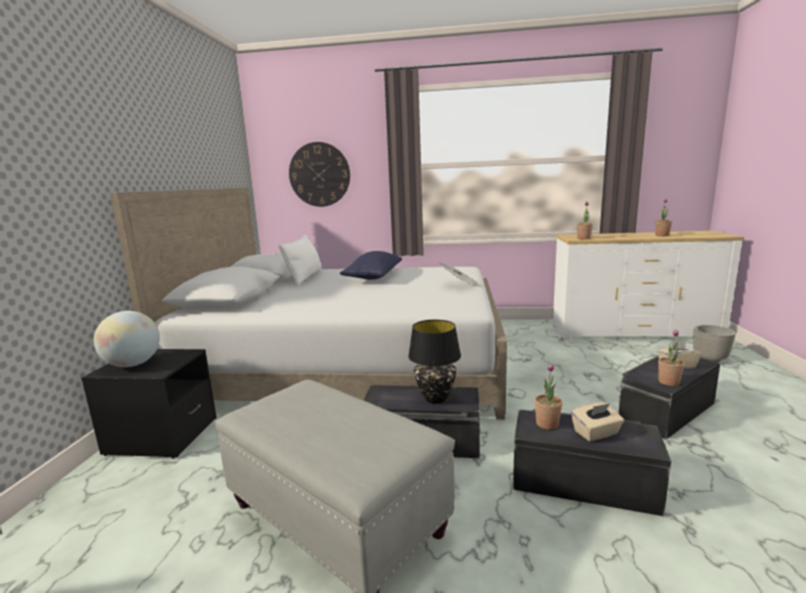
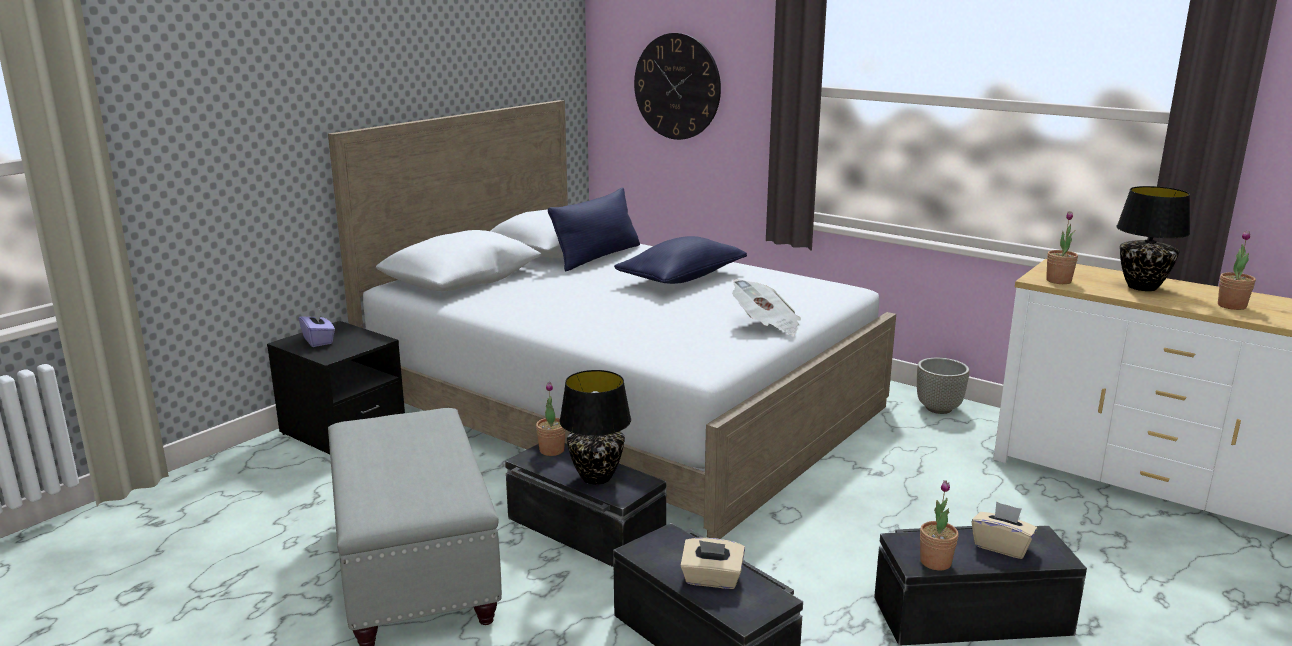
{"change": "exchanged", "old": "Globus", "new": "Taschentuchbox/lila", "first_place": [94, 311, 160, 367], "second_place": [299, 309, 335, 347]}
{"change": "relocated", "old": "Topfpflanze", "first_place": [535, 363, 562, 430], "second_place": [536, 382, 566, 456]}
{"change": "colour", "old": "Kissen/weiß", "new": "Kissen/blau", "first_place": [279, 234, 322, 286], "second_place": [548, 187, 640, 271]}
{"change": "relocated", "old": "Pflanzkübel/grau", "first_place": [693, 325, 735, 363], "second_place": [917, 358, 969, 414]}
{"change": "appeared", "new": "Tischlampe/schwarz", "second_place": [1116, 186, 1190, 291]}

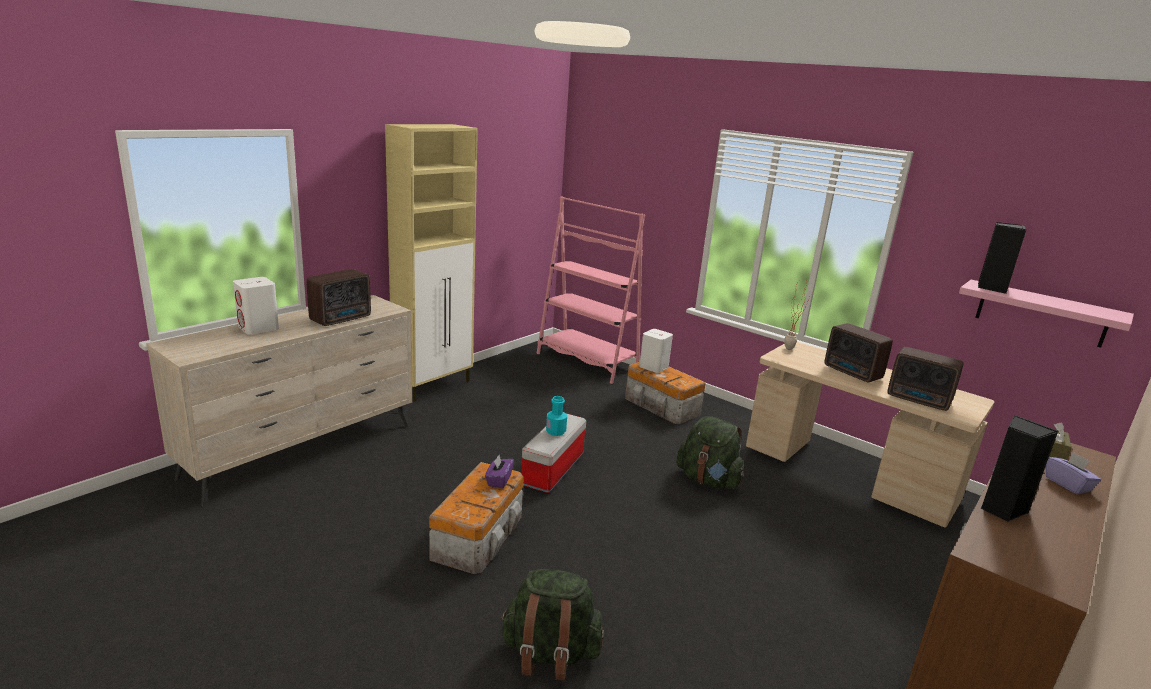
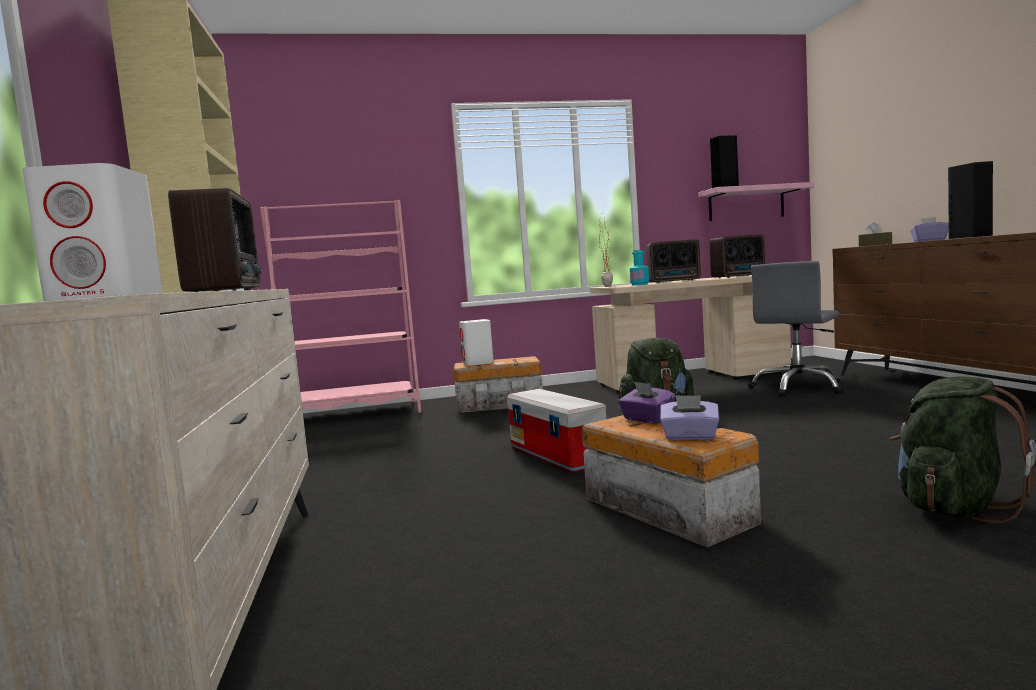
{"change": "relocated", "old": "Flasche/türkis", "first_place": [546, 396, 567, 436], "second_place": [630, 250, 649, 285]}
{"change": "appeared", "new": "Taschentuchbox/lila", "second_place": [660, 395, 719, 440]}
{"change": "appeared", "new": "Bürostuhl/grau", "second_place": [749, 261, 843, 397]}

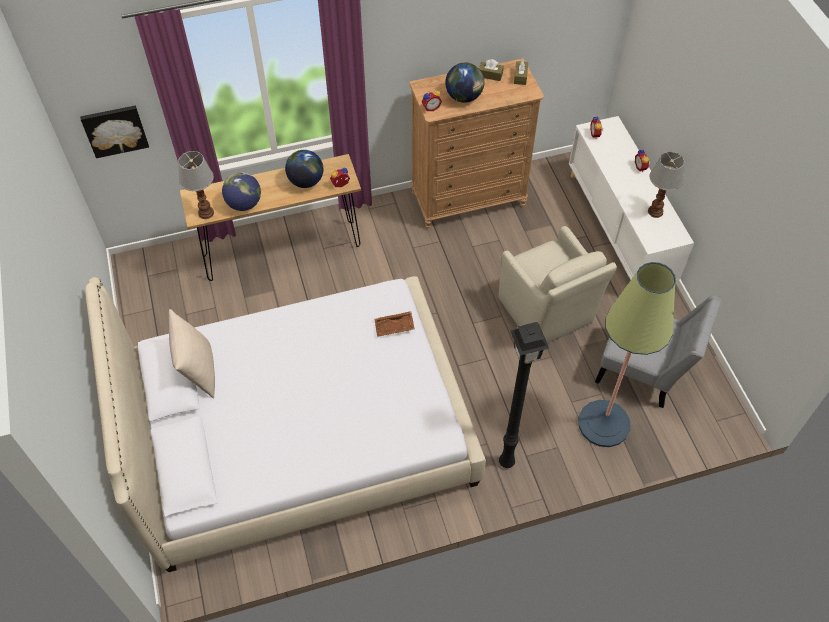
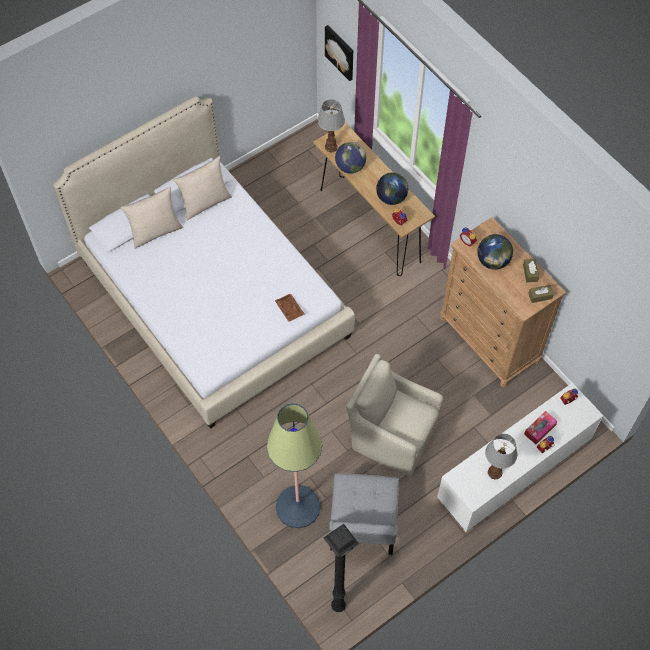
{"change": "appeared", "new": "Kissen/beige", "second_place": [120, 186, 184, 249]}
{"change": "relocated", "old": "Stehlampe/schwarz", "first_place": [499, 322, 549, 468], "second_place": [324, 524, 359, 612]}
{"change": "spun", "old": "Sessel/beige", "first_place": [499, 226, 617, 343], "second_place": [346, 354, 443, 476], "degrees": 75}
{"change": "appeared", "new": "Taschentuchbox", "second_place": [524, 411, 558, 444]}

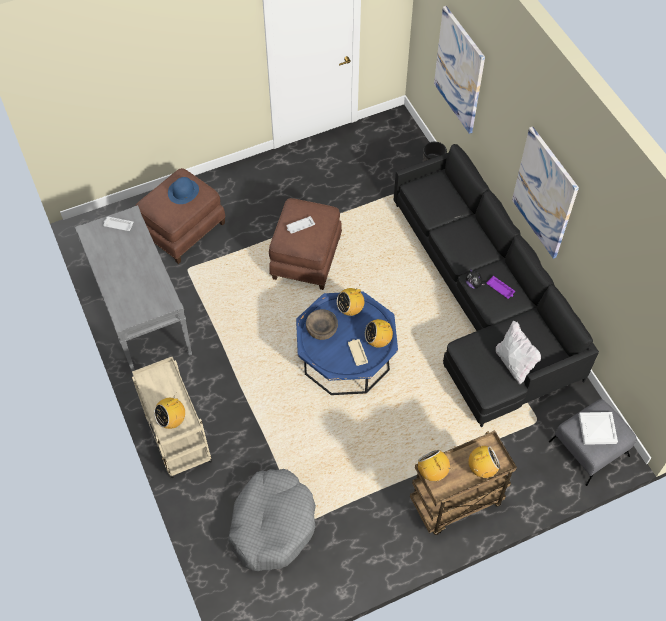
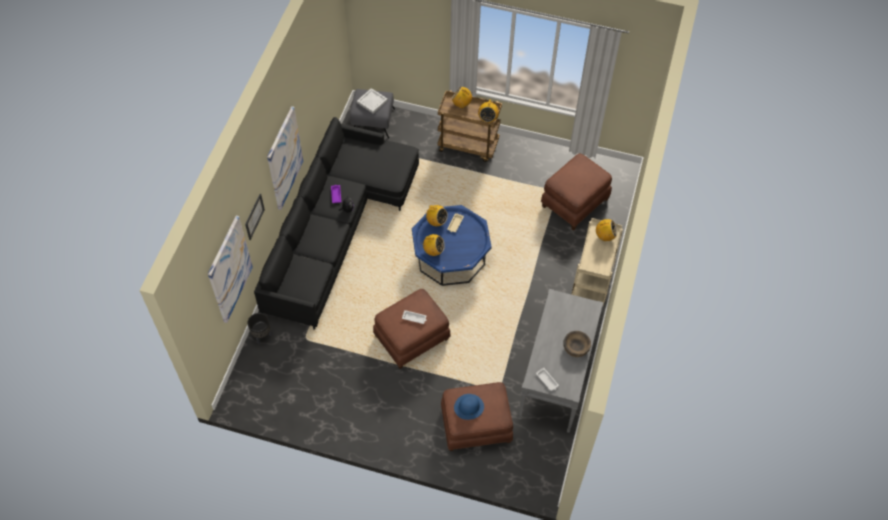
{"change": "appeared", "new": "Bild", "second_place": [245, 194, 265, 240]}
{"change": "exchanged", "old": "Hundebett/grau", "new": "Polsterhocker/braun", "first_place": [228, 469, 316, 571], "second_place": [541, 153, 612, 231]}
{"change": "relocated", "old": "Schüssel/braun", "first_place": [306, 309, 338, 340], "second_place": [564, 331, 591, 357]}
{"change": "missing", "old": "Kissen/weiß", "first_place": [496, 321, 541, 384]}

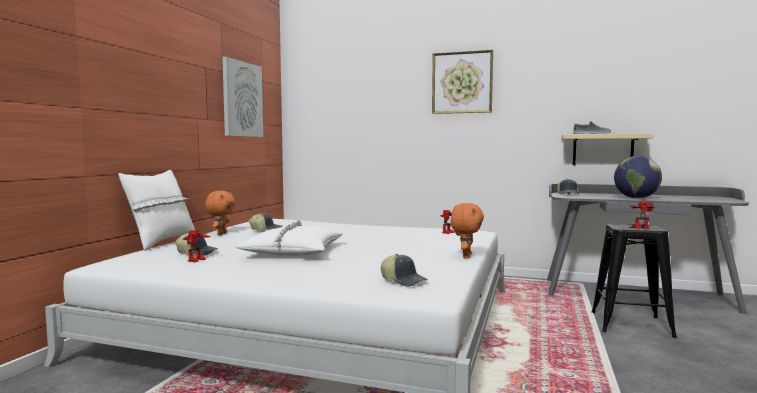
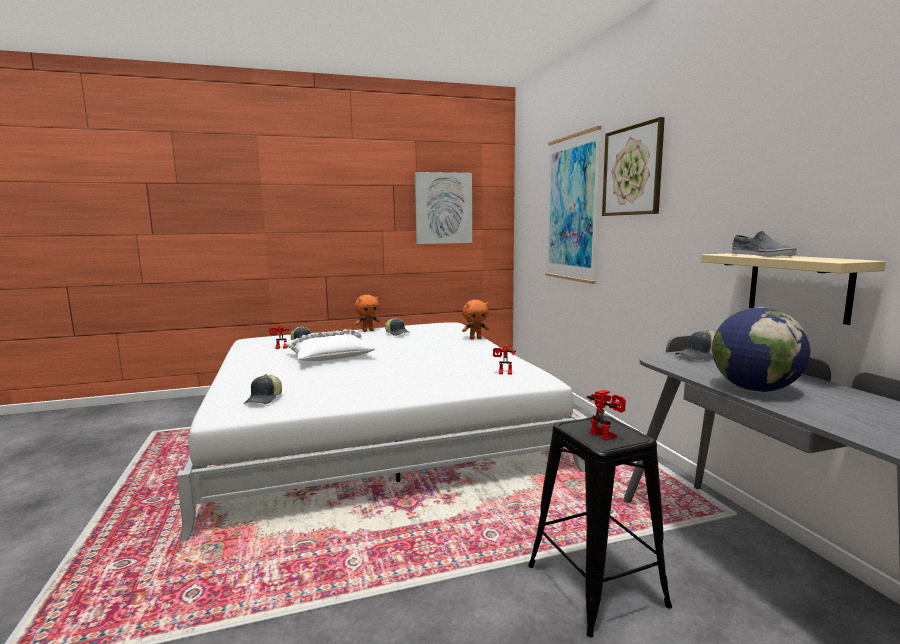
{"change": "relocated", "old": "Plüschtier/orange", "first_place": [451, 203, 484, 259], "second_place": [462, 300, 489, 340]}
{"change": "appeared", "new": "Bild", "second_place": [545, 126, 601, 284]}
{"change": "missing", "old": "Kissen/weiß", "first_place": [119, 170, 195, 251]}

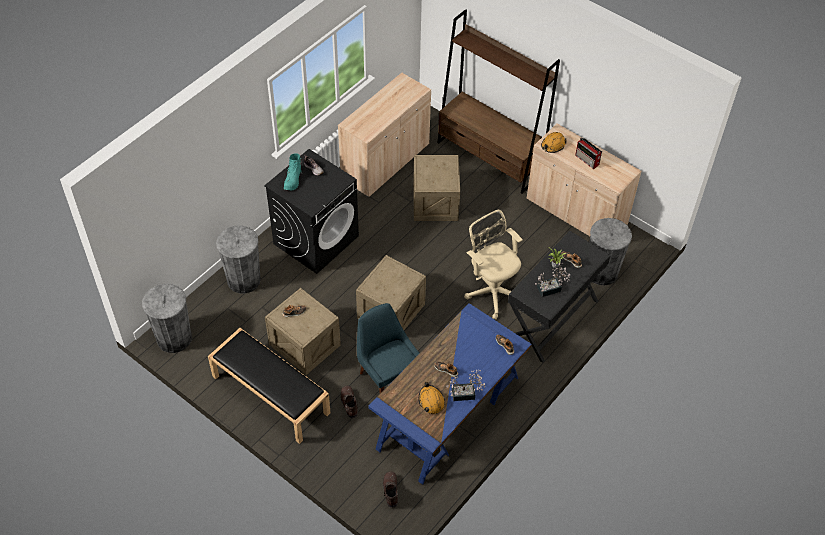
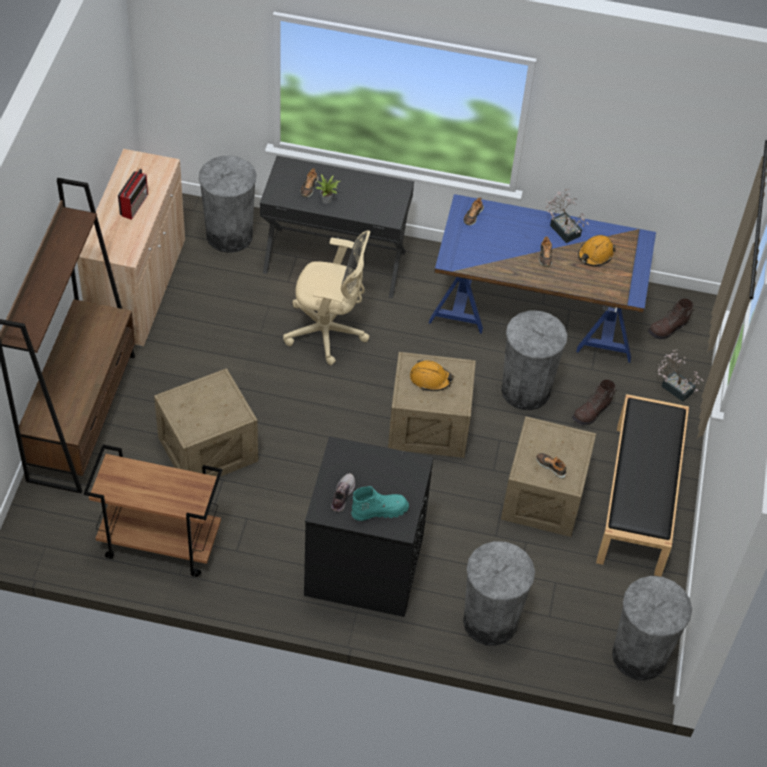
{"change": "exchanged", "old": "Schrank/beige", "new": "Rollwagen/braun", "first_place": [338, 73, 431, 197], "second_place": [84, 445, 222, 577]}
{"change": "spun", "old": "Bürostuhl/beige", "first_place": [464, 210, 523, 320], "second_place": [283, 230, 370, 365], "degrees": -105}
{"change": "relocated", "old": "Schutzhelm/orange", "first_place": [541, 132, 567, 153], "second_place": [410, 359, 454, 391]}
{"change": "exchanged", "old": "Stuhl/blau", "new": "Mülleimer/grau", "first_place": [357, 303, 420, 393], "second_place": [501, 311, 567, 410]}
{"change": "relocated", "old": "Topfpflanze", "first_place": [535, 263, 570, 297], "second_place": [658, 349, 703, 402]}

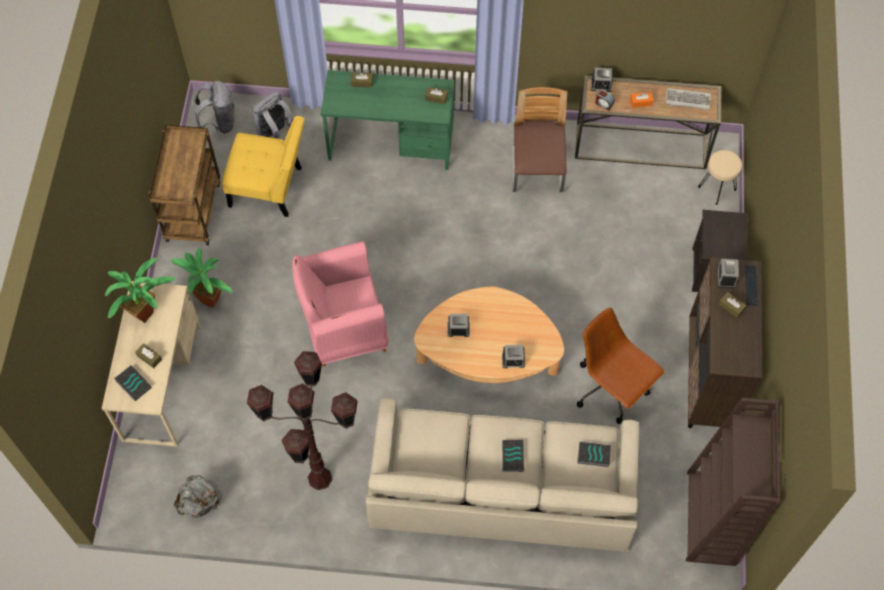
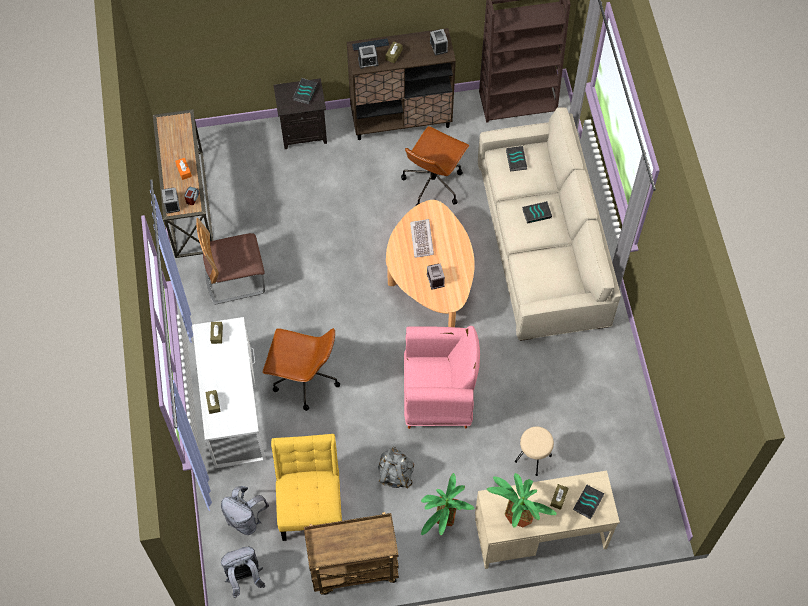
{"change": "colour", "old": "Schreibtisch/grün", "new": "Schreibtisch/weiß", "first_place": [321, 70, 454, 170], "second_place": [192, 317, 266, 468]}
{"change": "appeared", "new": "Bürostuhl/braun", "second_place": [262, 328, 340, 411]}
{"change": "appeared", "new": "Buch", "second_place": [293, 78, 317, 104]}
{"change": "relocated", "old": "Rucksack/grau", "first_place": [174, 475, 222, 518], "second_place": [378, 446, 414, 489]}
{"change": "spun", "old": "Sessel/rosa", "first_place": [292, 241, 389, 367], "second_place": [404, 326, 480, 429], "degrees": -60}
{"change": "relocated", "old": "Tastatur", "first_place": [665, 88, 711, 110], "second_place": [410, 219, 434, 258]}
{"change": "relocated", "old": "Wecker", "first_place": [502, 345, 525, 368], "second_place": [430, 29, 448, 55]}
{"change": "relocated", "old": "Hocker/beige", "first_place": [698, 150, 742, 205], "second_place": [515, 427, 554, 476]}
{"change": "missing", "old": "Stehlampe/braun", "first_place": [247, 351, 358, 490]}

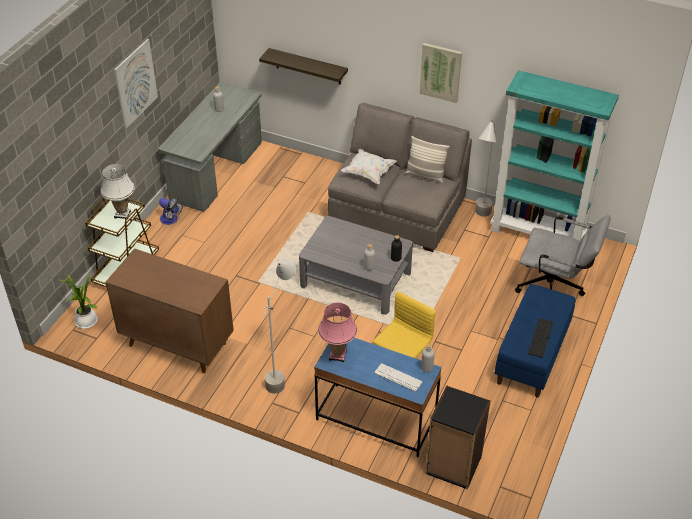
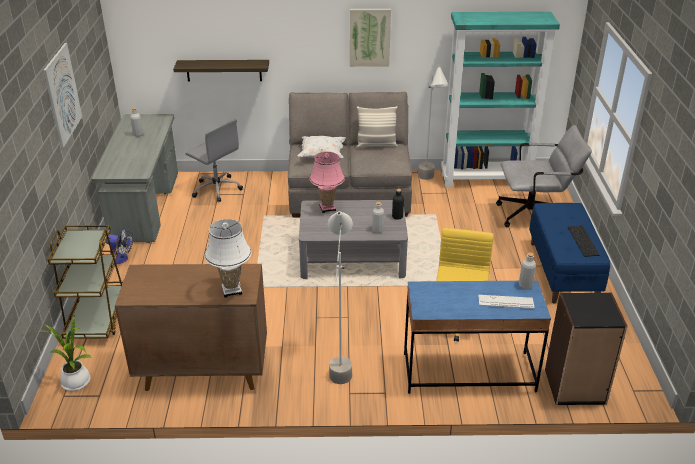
{"change": "appeared", "new": "Bürostuhl/grau", "second_place": [186, 119, 243, 202]}
{"change": "relocated", "old": "Tischlampe/weiß", "first_place": [101, 164, 135, 219], "second_place": [204, 219, 251, 298]}
{"change": "relocated", "old": "Tischlampe/rosa", "first_place": [318, 303, 357, 362], "second_place": [309, 152, 345, 213]}

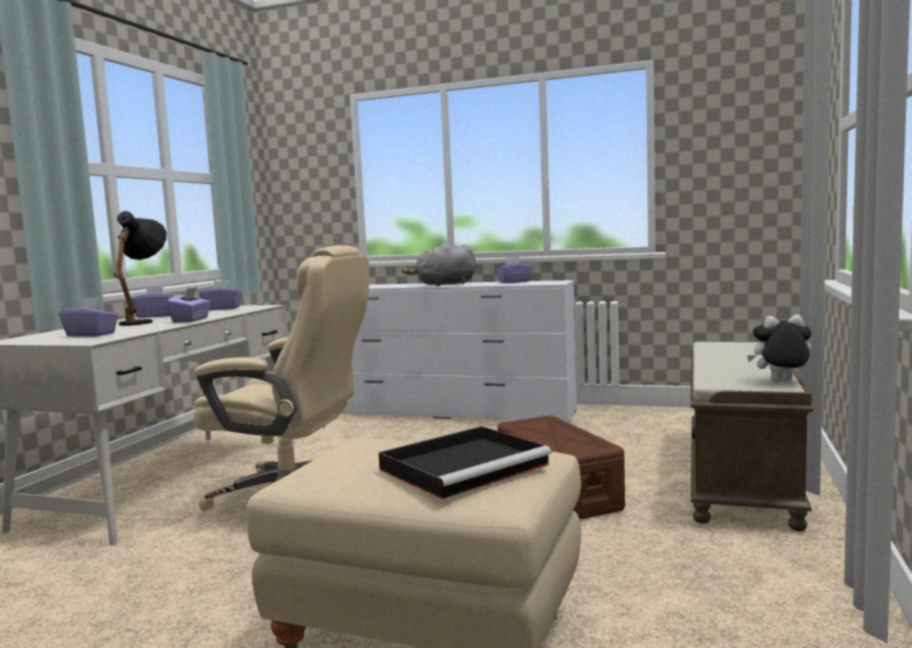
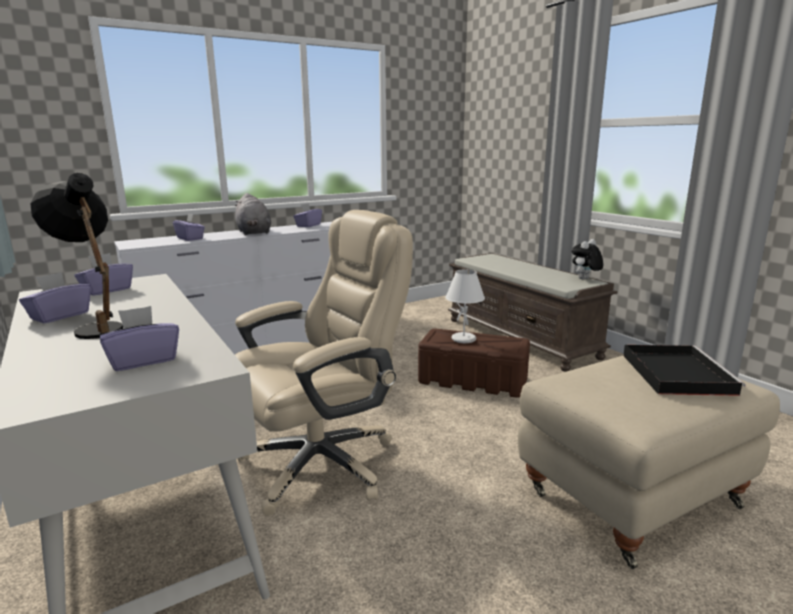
{"change": "relocated", "old": "Taschentuchbox/lila", "first_place": [167, 287, 211, 323], "second_place": [173, 213, 205, 241]}
{"change": "spun", "old": "Plüschtier/grau", "first_place": [402, 243, 476, 286], "second_place": [235, 193, 271, 235], "degrees": -45}
{"change": "appeared", "new": "Tischlampe/weiß", "second_place": [445, 269, 485, 343]}

